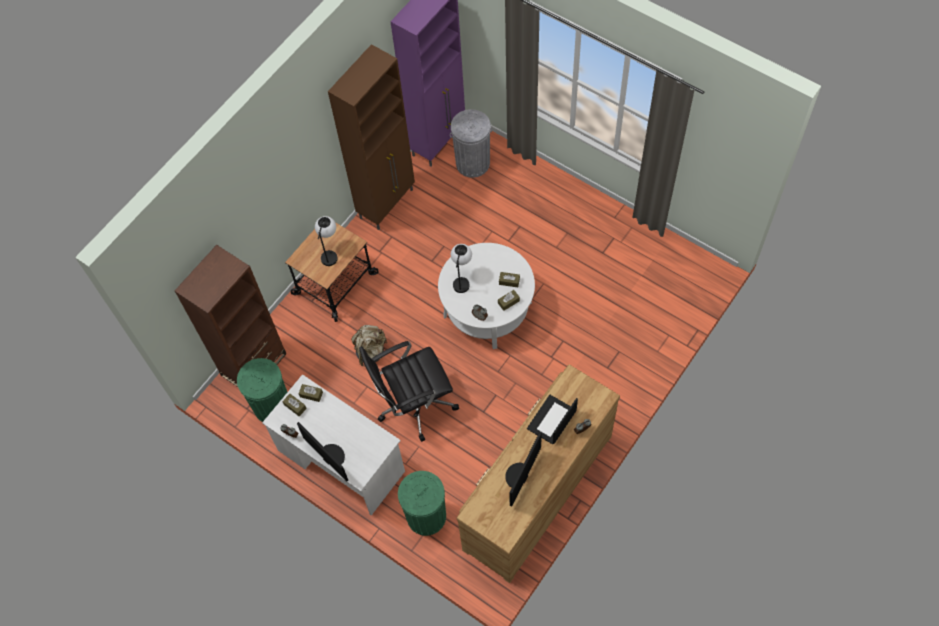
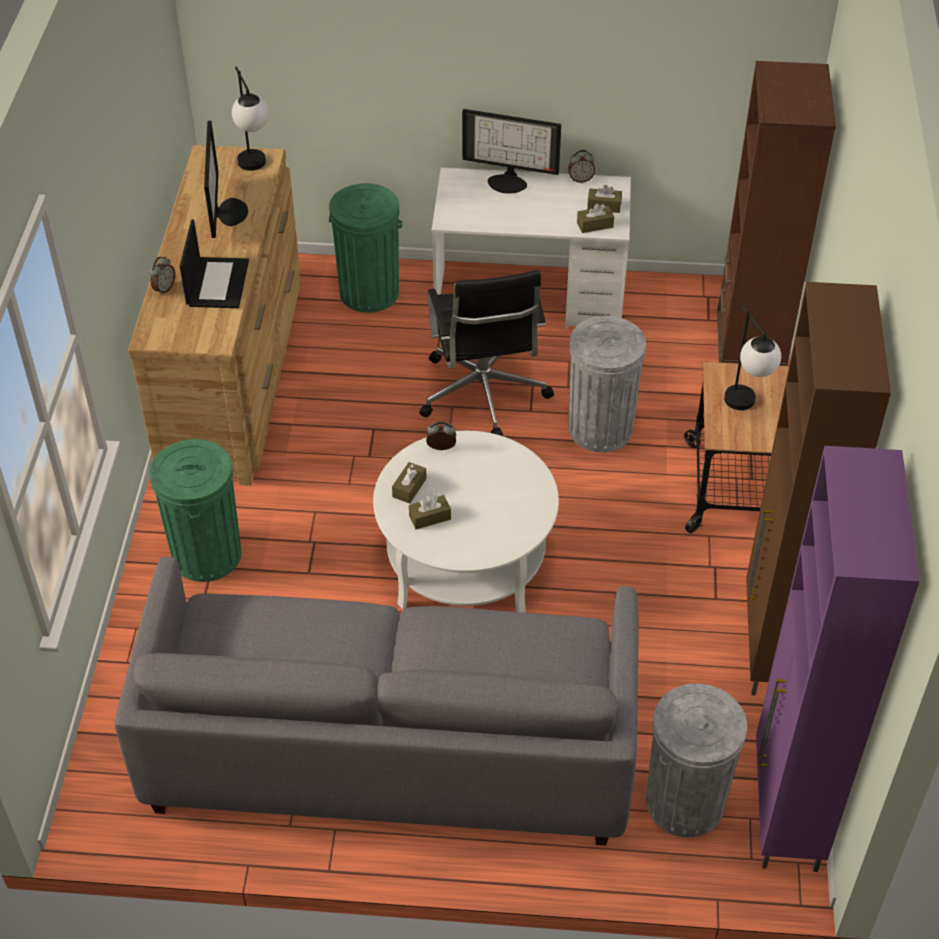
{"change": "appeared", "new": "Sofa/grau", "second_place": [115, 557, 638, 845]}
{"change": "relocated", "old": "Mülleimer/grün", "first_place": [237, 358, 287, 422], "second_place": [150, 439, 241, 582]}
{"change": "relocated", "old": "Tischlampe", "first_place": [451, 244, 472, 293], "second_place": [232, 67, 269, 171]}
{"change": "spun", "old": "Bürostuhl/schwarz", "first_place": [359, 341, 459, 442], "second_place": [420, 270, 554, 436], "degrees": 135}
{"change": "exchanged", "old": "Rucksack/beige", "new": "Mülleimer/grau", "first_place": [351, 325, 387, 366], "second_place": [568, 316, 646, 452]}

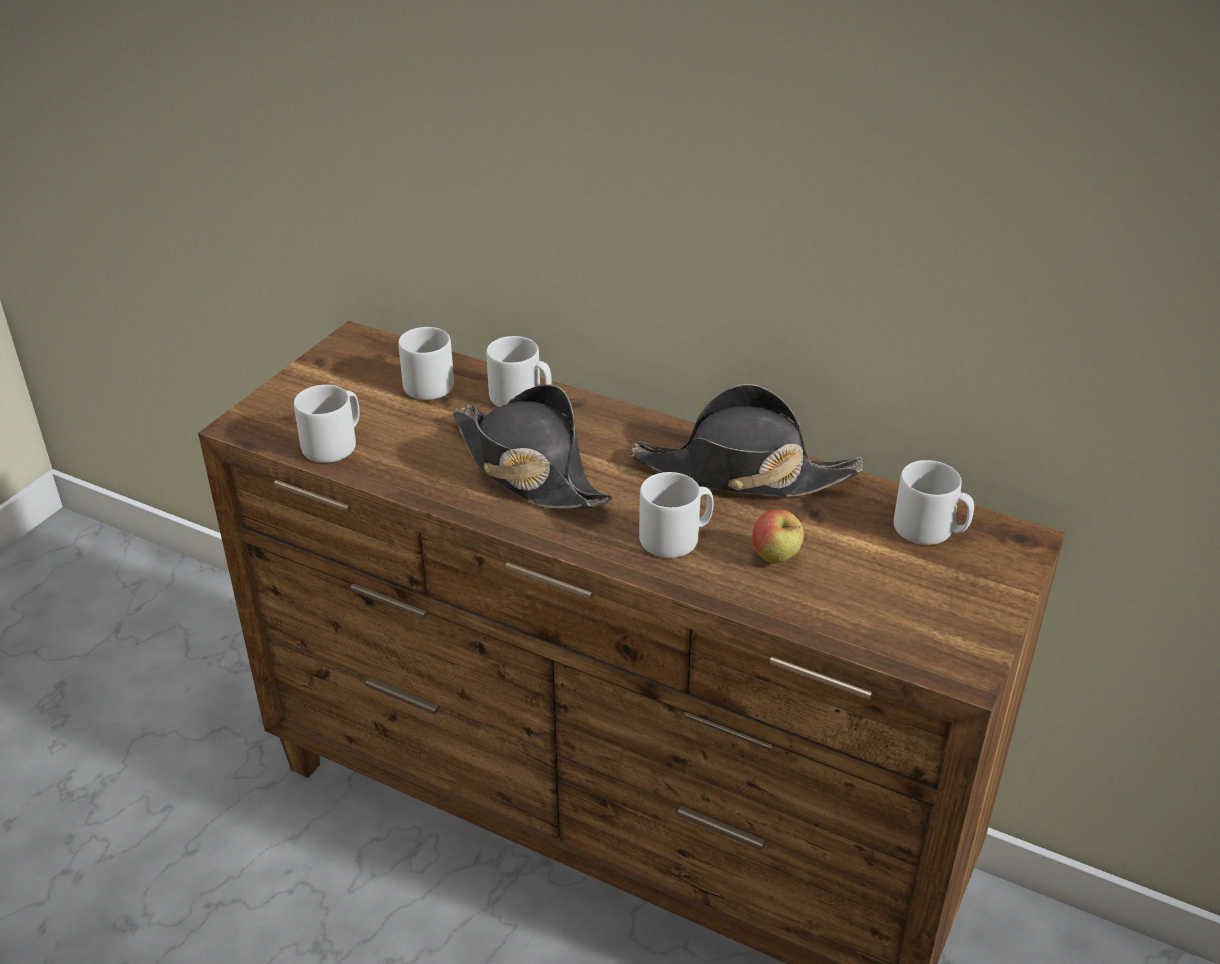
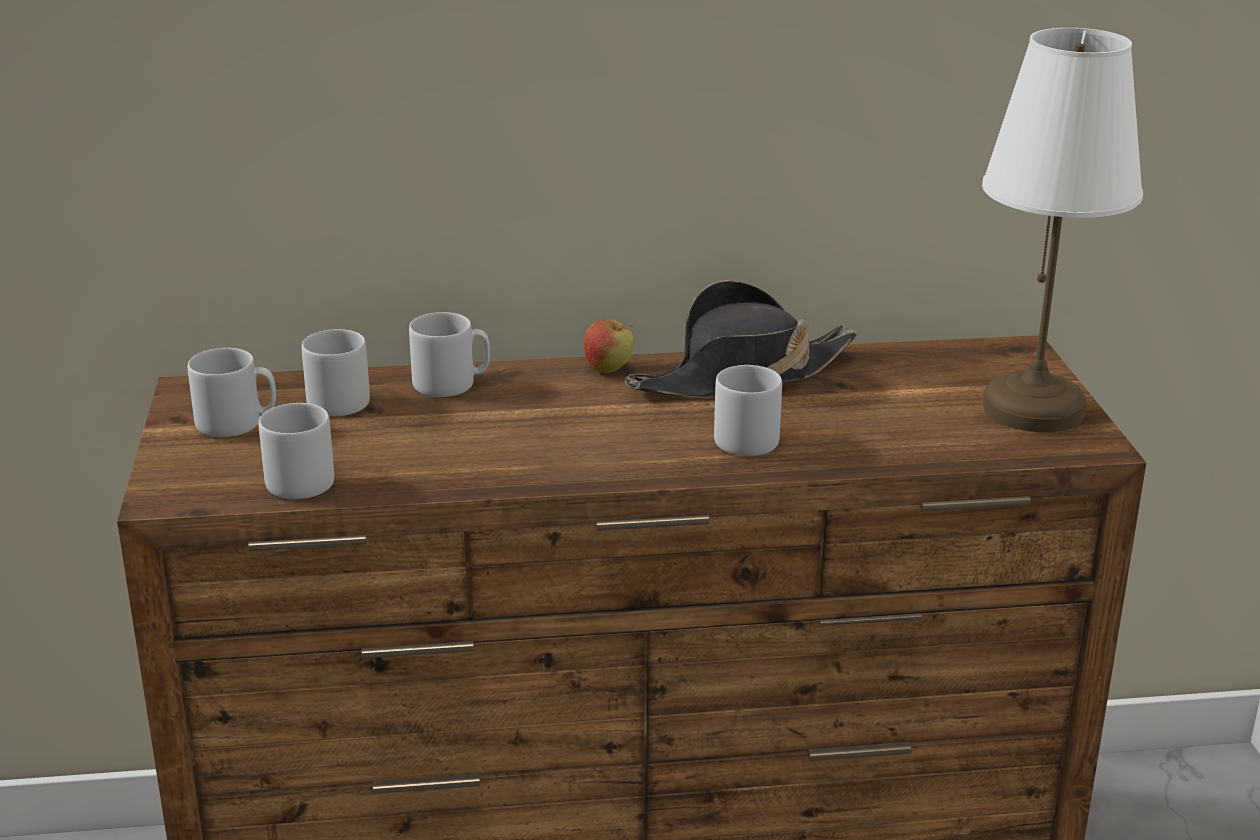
{"change": "relocated", "old": "Henkelbecher/grau", "first_place": [894, 460, 974, 545], "second_place": [188, 348, 276, 437]}
{"change": "relocated", "old": "Apfel", "first_place": [752, 510, 804, 564], "second_place": [584, 319, 635, 374]}
{"change": "appeared", "new": "Tischlampe/weiß", "second_place": [982, 28, 1143, 432]}
{"change": "missing", "old": "Hut/schwarz", "first_place": [452, 384, 613, 509]}

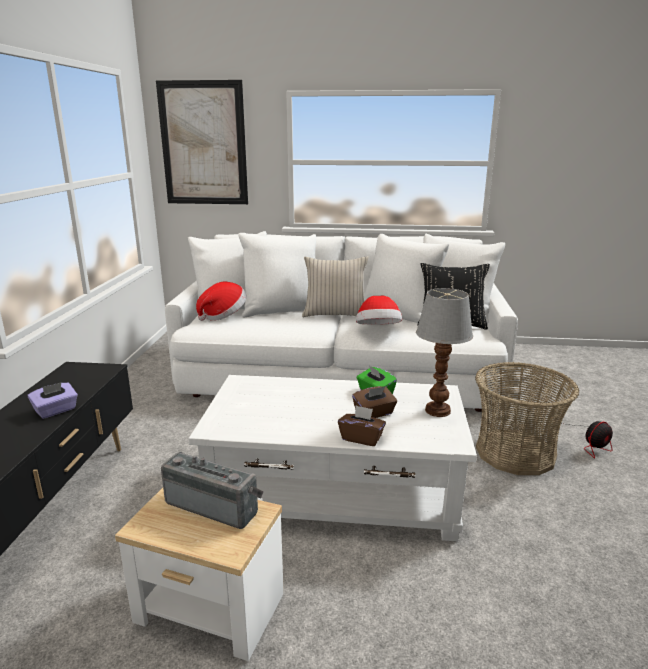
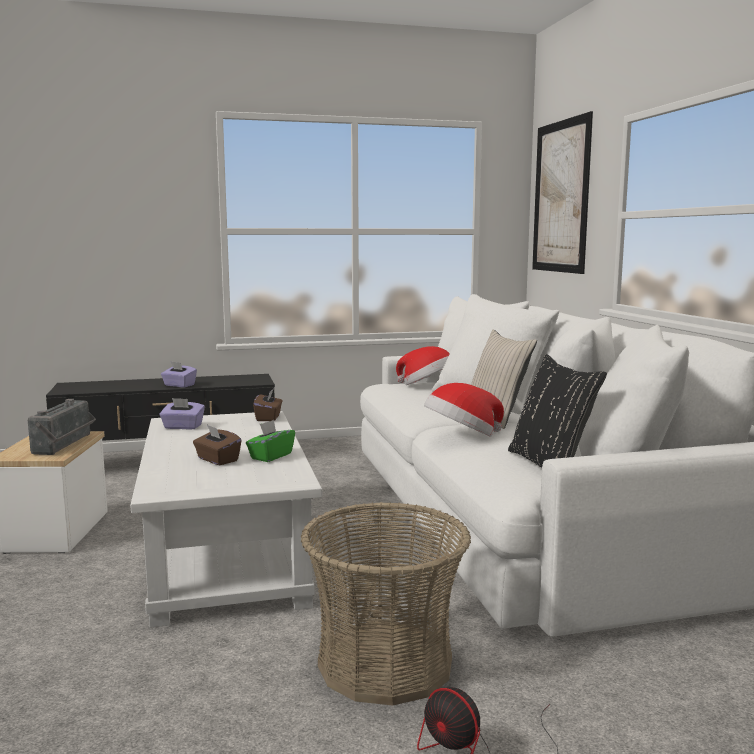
{"change": "appeared", "new": "Taschentuchbox/lila", "second_place": [159, 398, 205, 430]}
{"change": "relocated", "old": "Taschentuchbox/braun", "first_place": [338, 405, 386, 446], "second_place": [253, 389, 283, 421]}
{"change": "missing", "old": "Tischlampe", "first_place": [416, 288, 473, 417]}

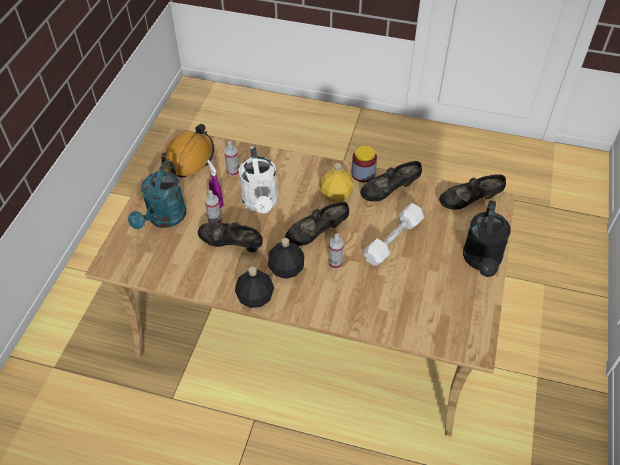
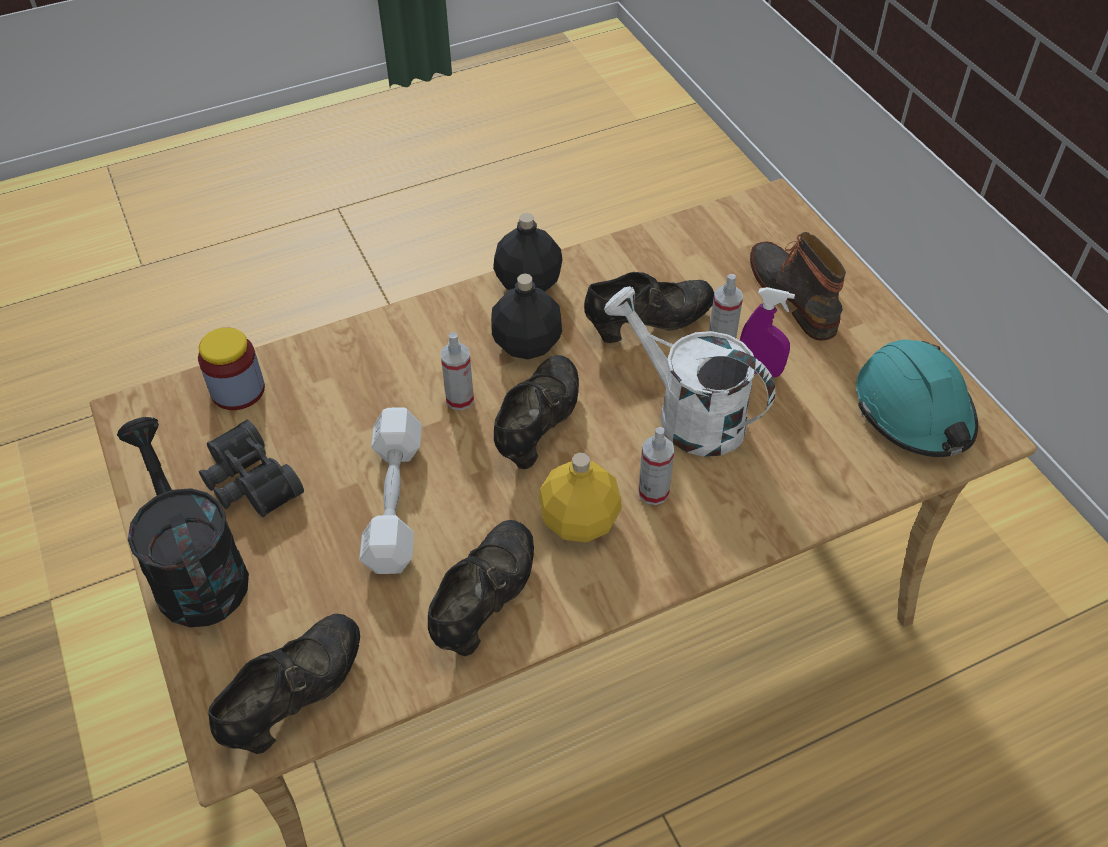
{"change": "relocated", "old": "Vorratsglas", "first_place": [352, 145, 377, 182], "second_place": [198, 327, 265, 410]}
{"change": "appeared", "new": "Fernglas/schwarz", "second_place": [199, 420, 304, 517]}
{"change": "relocated", "old": "Sprühflasche", "first_place": [224, 141, 239, 177], "second_place": [638, 427, 674, 505]}
{"change": "exchanged", "old": "Gießkanne/türkis", "new": "Stiefel", "first_place": [128, 160, 186, 229], "second_place": [750, 232, 846, 341]}
{"change": "colour", "old": "Schutzhelm/orange", "new": "Schutzhelm/türkis", "first_place": [161, 124, 214, 178], "second_place": [856, 339, 978, 457]}

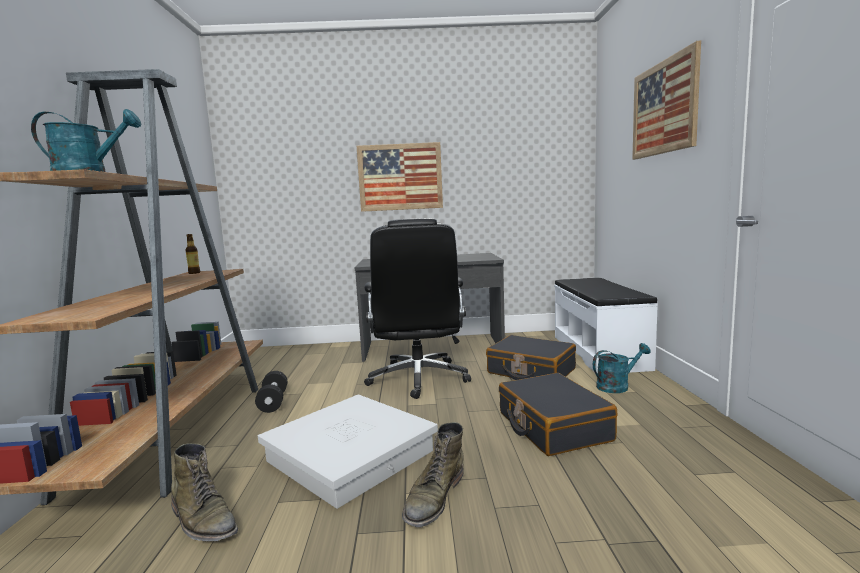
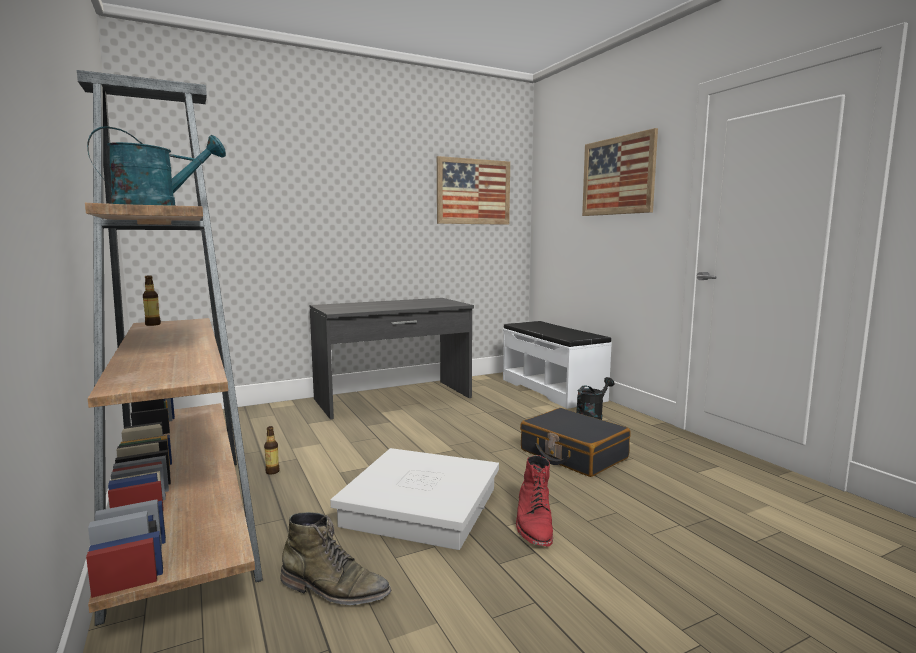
{"change": "exchanged", "old": "Hantel/schwarz", "new": "Flasche", "first_place": [255, 371, 287, 413], "second_place": [264, 426, 280, 474]}
{"change": "relocated", "old": "Bild", "first_place": [357, 142, 443, 212], "second_place": [437, 156, 510, 225]}
{"change": "colour", "old": "Stiefel/grün", "new": "Stiefel/rot", "first_place": [402, 422, 464, 528], "second_place": [516, 455, 553, 547]}
{"change": "colour", "old": "Gießkanne/türkis", "new": "Gießkanne/schwarz", "first_place": [593, 343, 651, 393], "second_place": [576, 377, 614, 420]}
{"change": "missing", "old": "Bürostuhl/schwarz", "first_place": [364, 218, 471, 399]}
{"change": "missing", "old": "Koffer/schwarz", "first_place": [486, 335, 576, 380]}

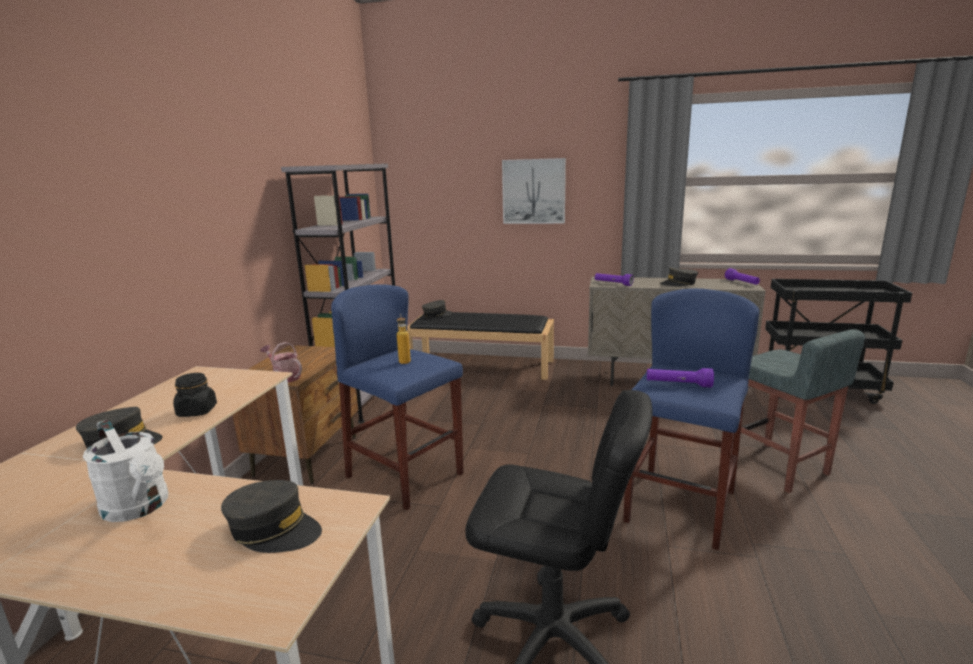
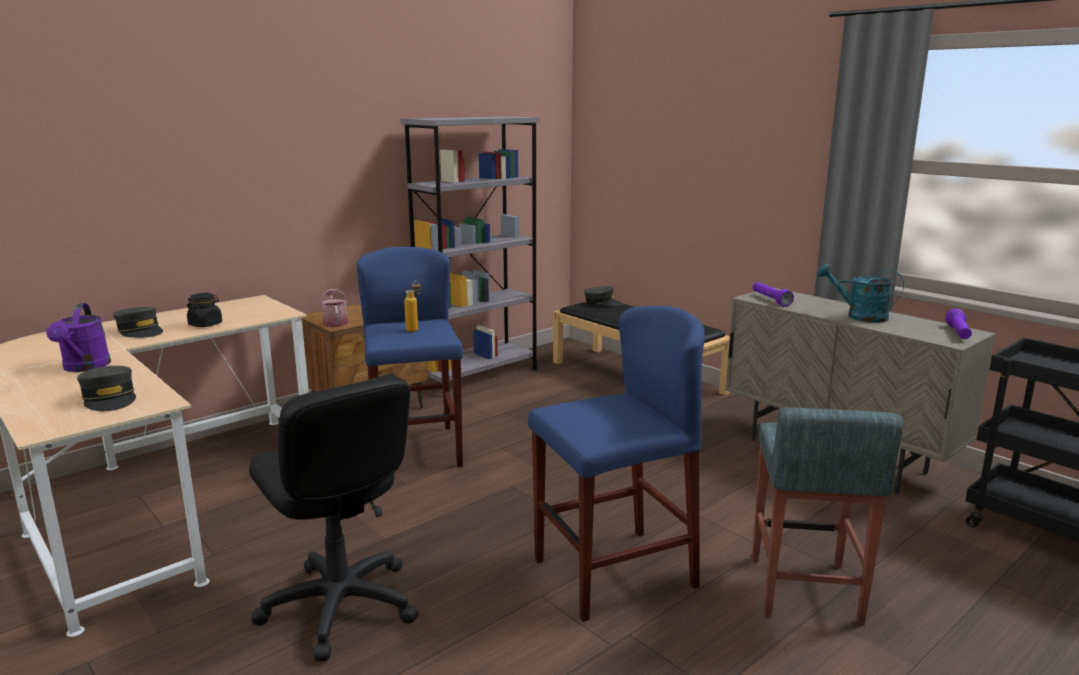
{"change": "colour", "old": "Gießkanne/weiß", "new": "Gießkanne/lila", "first_place": [83, 420, 168, 522], "second_place": [46, 303, 111, 372]}
{"change": "exchanged", "old": "Kappe/grau", "new": "Gießkanne/türkis", "first_place": [660, 268, 698, 286], "second_place": [817, 264, 904, 323]}
{"change": "missing", "old": "Bild", "first_place": [502, 158, 566, 224]}
{"change": "missing", "old": "Taschenlampe/lila", "first_place": [647, 368, 714, 388]}

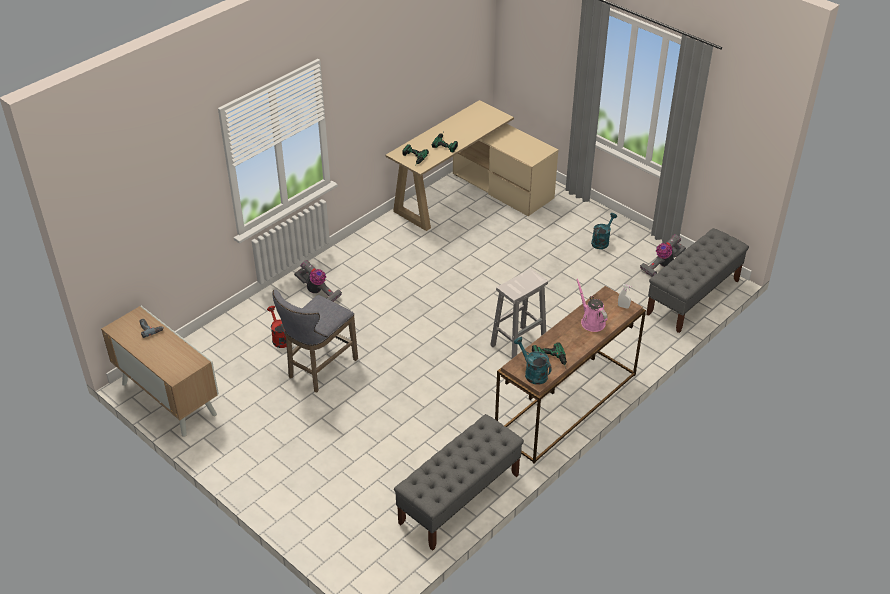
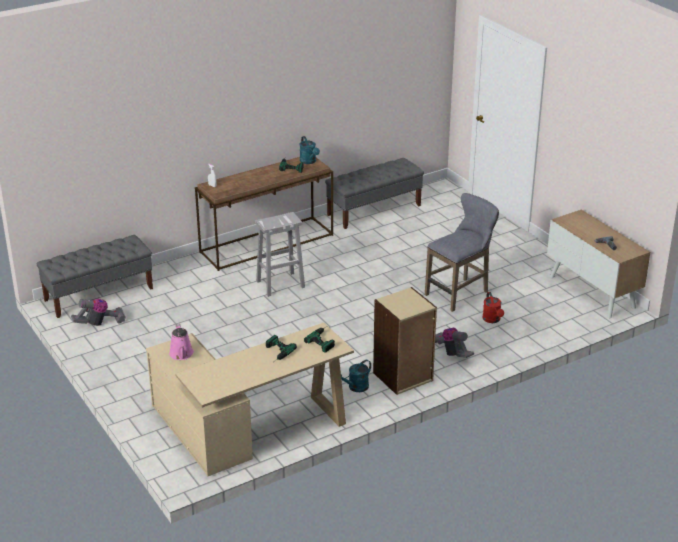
{"change": "relocated", "old": "Gießkanne/rosa", "first_place": [576, 279, 608, 332], "second_place": [169, 324, 194, 360]}
{"change": "relocated", "old": "Gießkanne/türkis", "first_place": [591, 213, 617, 249], "second_place": [341, 360, 371, 392]}
{"change": "appeared", "new": "Bücherregal/beige", "second_place": [373, 287, 437, 395]}

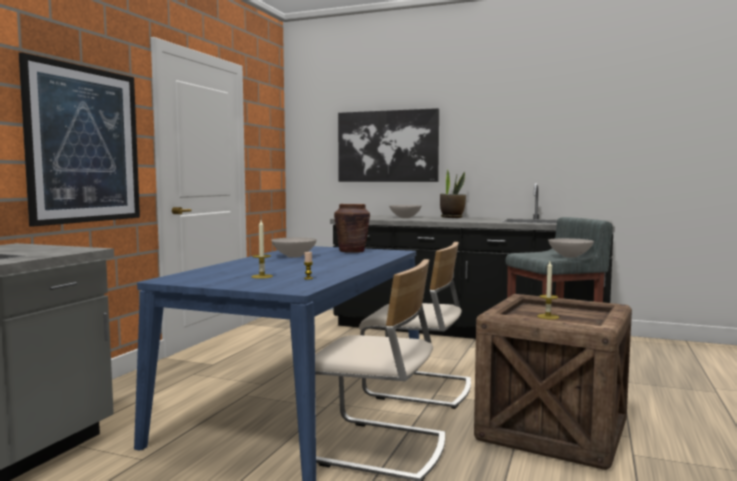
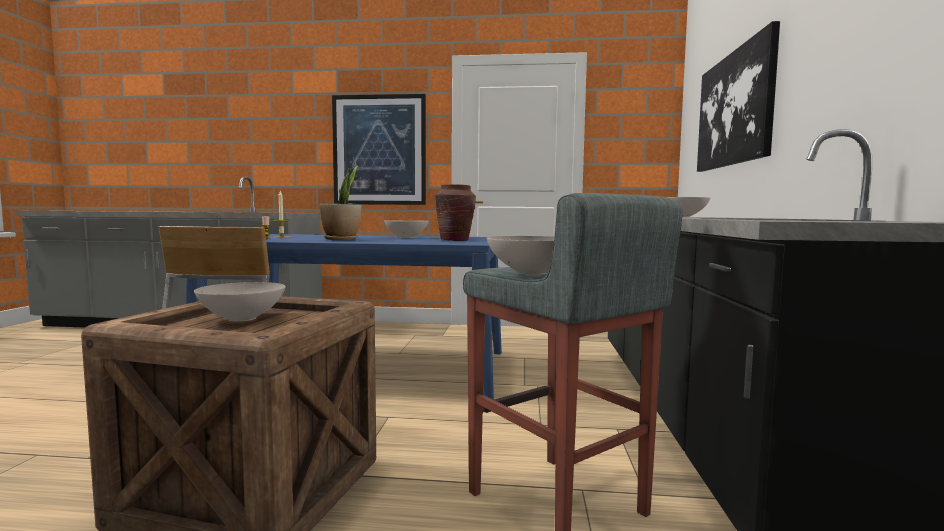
{"change": "exchanged", "old": "Kerze", "new": "Schüssel/weiß", "first_place": [537, 261, 559, 320], "second_place": [194, 282, 285, 321]}
{"change": "relocated", "old": "Topfpflanze", "first_place": [440, 169, 466, 218], "second_place": [320, 166, 361, 240]}
{"change": "missing", "old": "Stuhl/beige", "first_place": [359, 242, 471, 409]}

